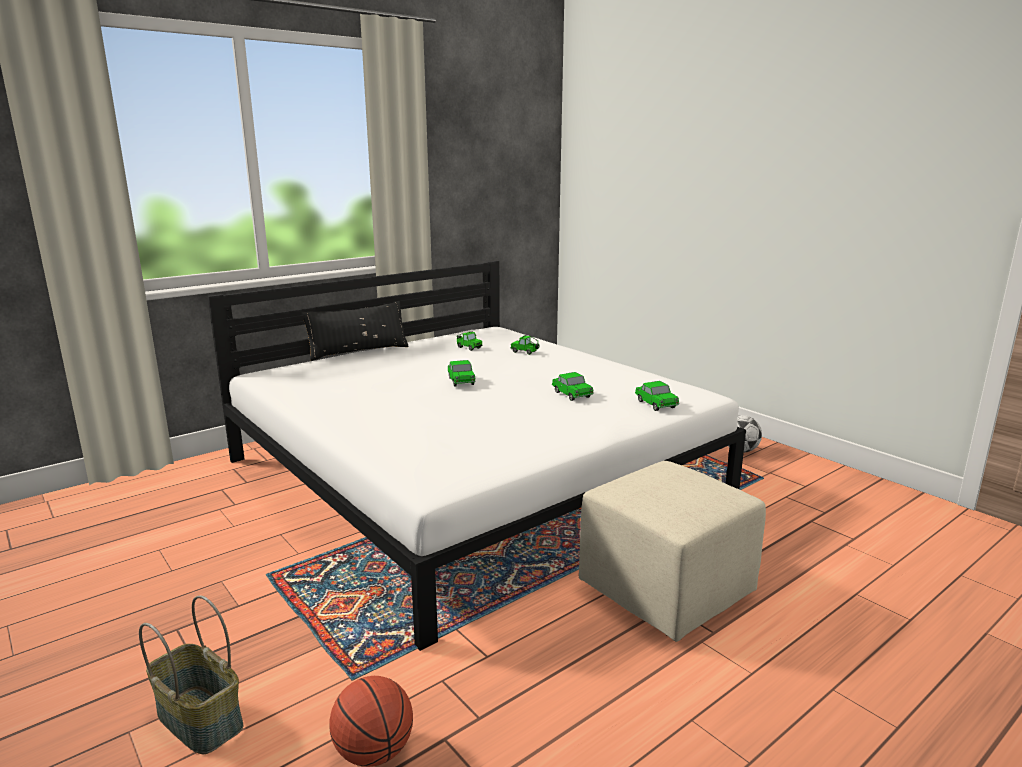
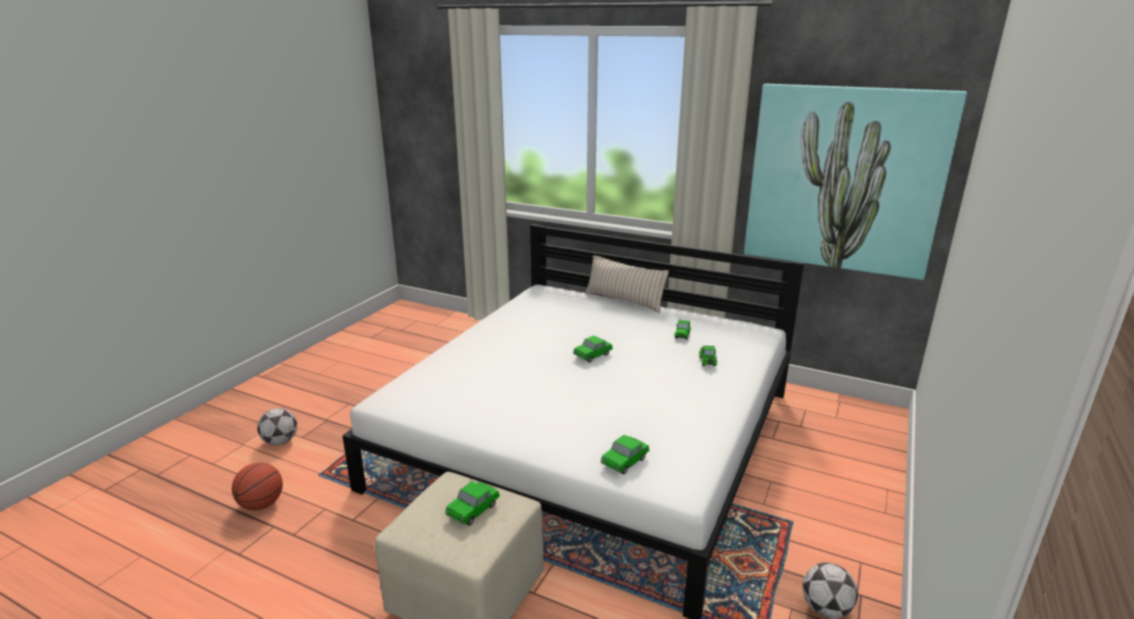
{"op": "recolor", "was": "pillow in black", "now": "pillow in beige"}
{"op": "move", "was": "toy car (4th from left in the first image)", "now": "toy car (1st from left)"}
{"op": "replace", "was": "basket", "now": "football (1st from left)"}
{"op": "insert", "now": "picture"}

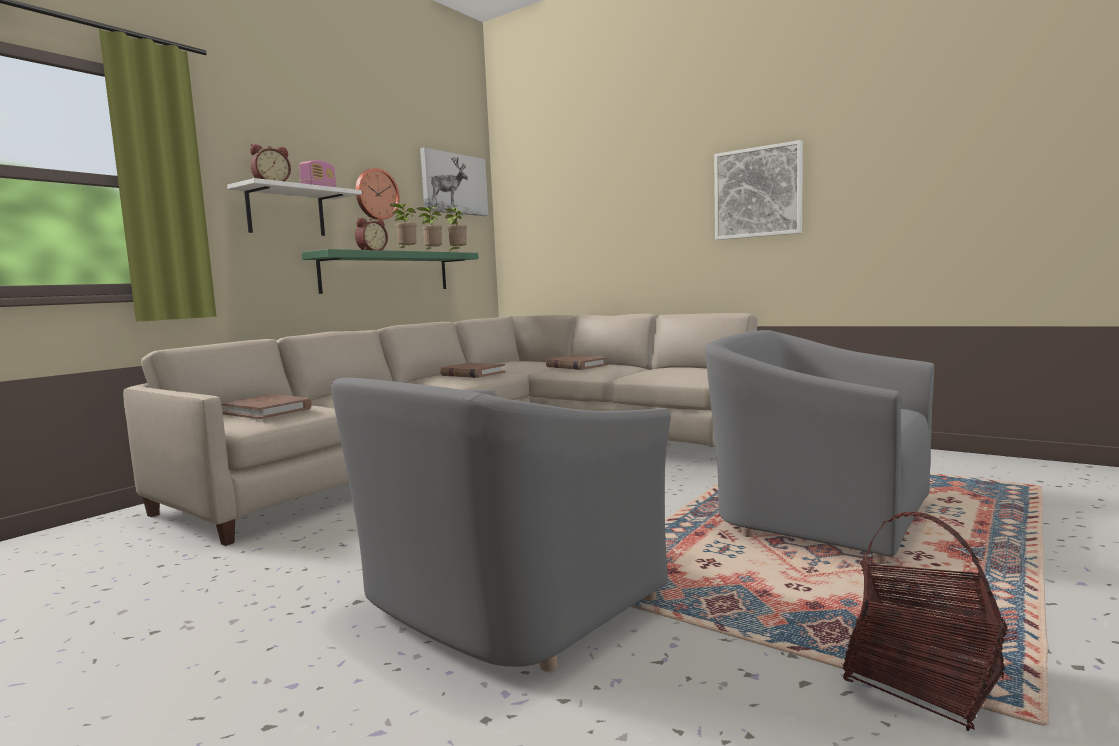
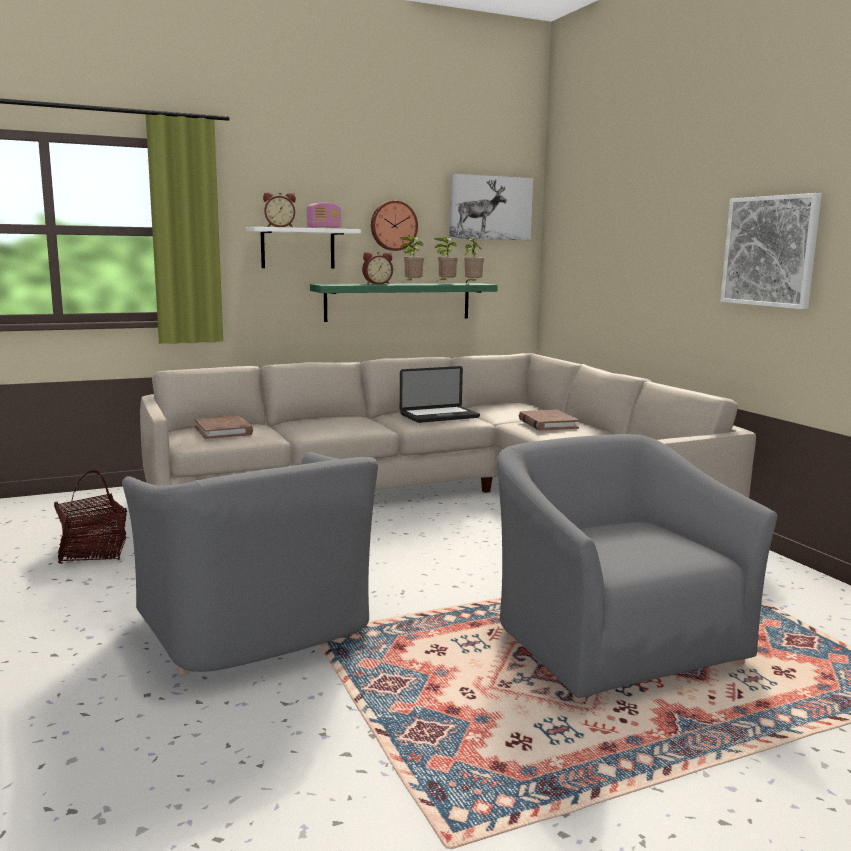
{"op": "replace", "was": "book in brown (2nd from left)", "now": "laptop"}
{"op": "rotate", "was": "armchair in grey (1st from left)", "clockwise": -105}
{"op": "move", "was": "basket"}

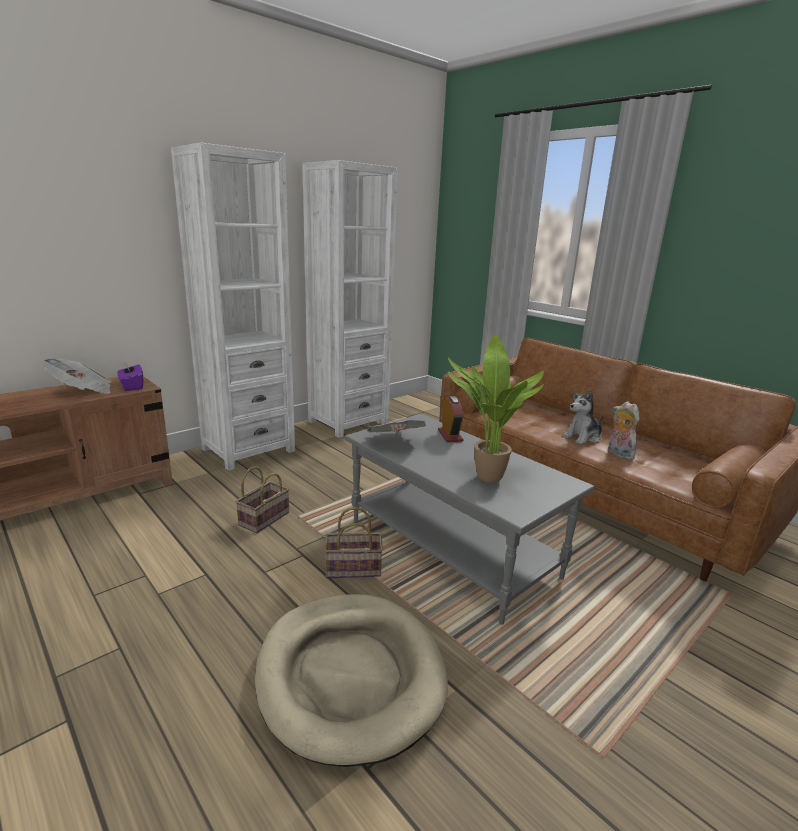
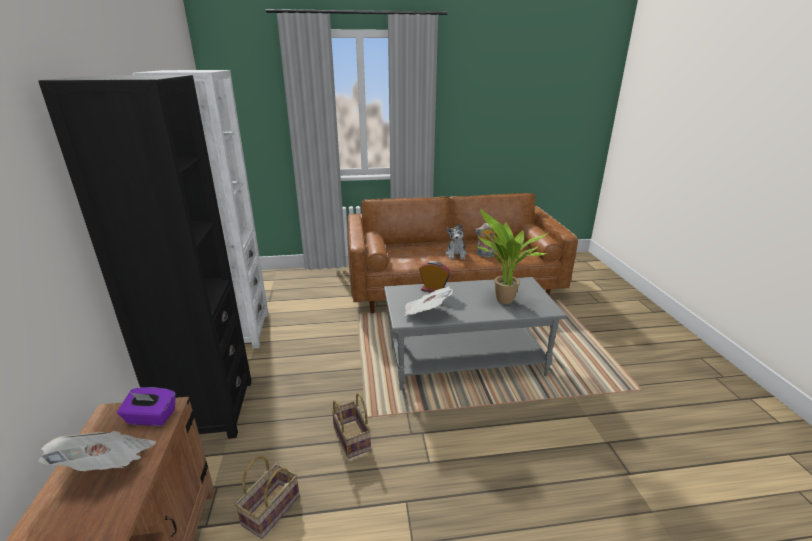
{"op": "recolor", "was": "bookcase in white (1st from left)", "now": "bookcase in black"}
{"op": "move", "was": "basket (2nd from left in the first image)", "now": "basket (1st from left)"}
{"op": "delete", "was": "dog bed in beige"}

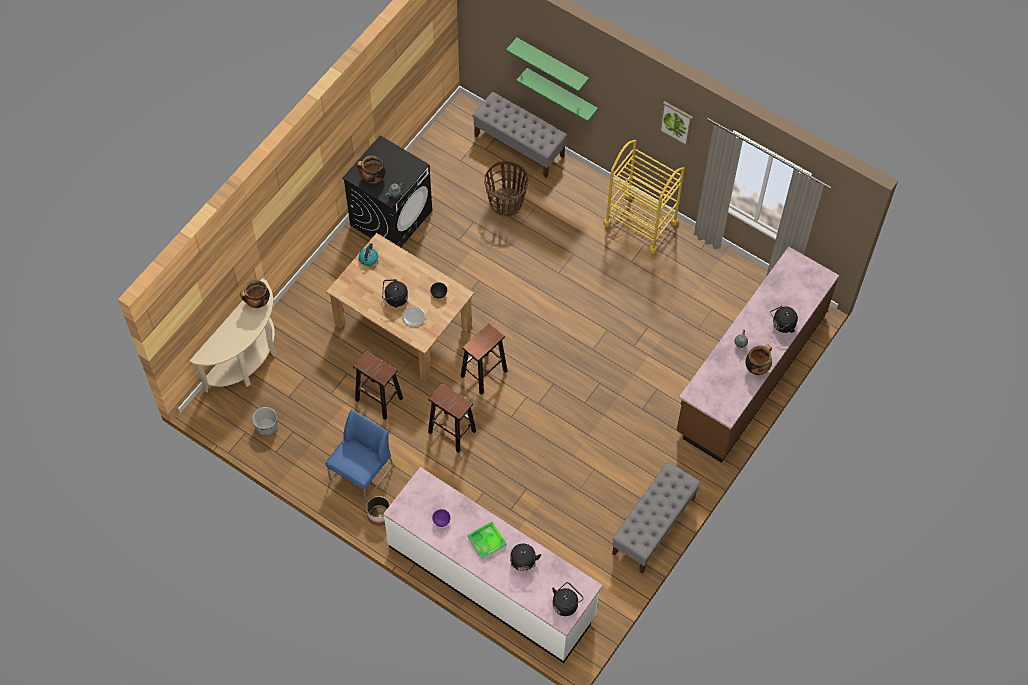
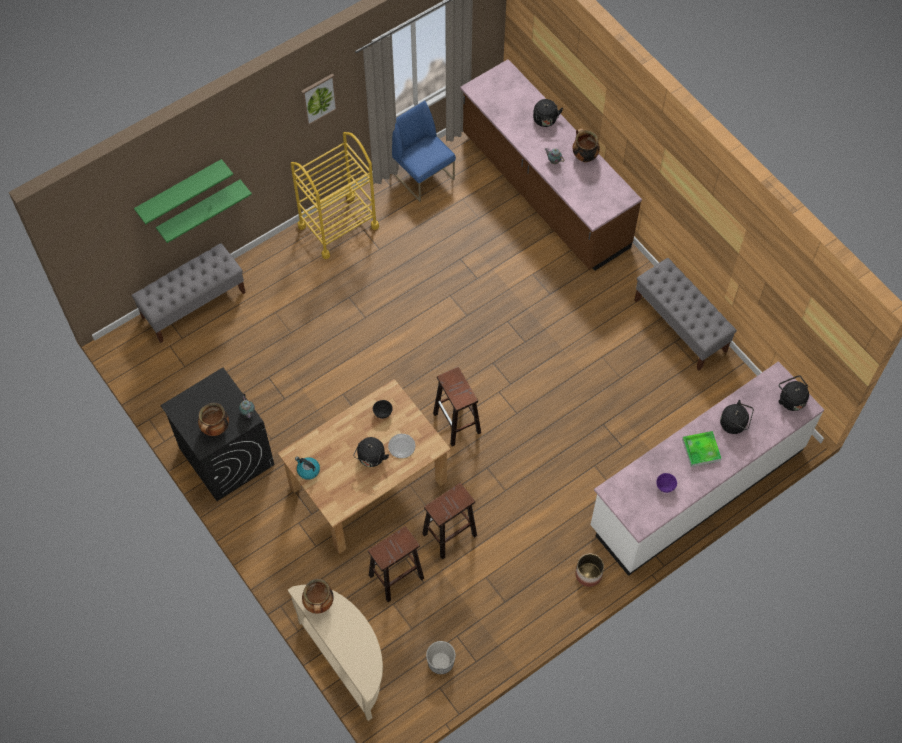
{"op": "delete", "was": "basket"}
{"op": "move", "was": "stool in brown (2nd from left in the first image)", "now": "stool in brown (1st from left)"}
{"op": "move", "was": "chair in blue"}

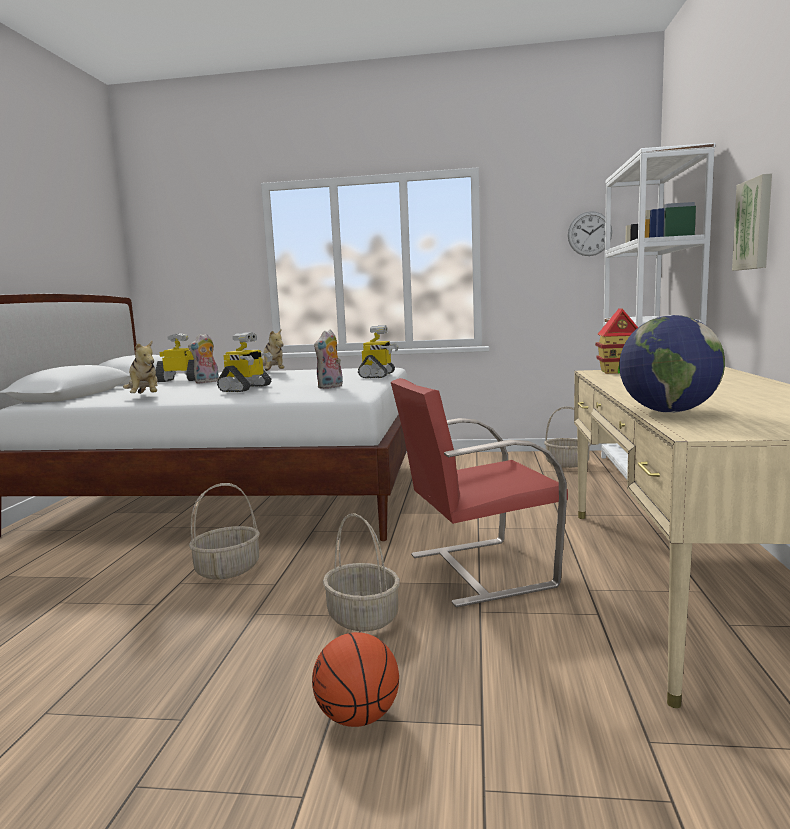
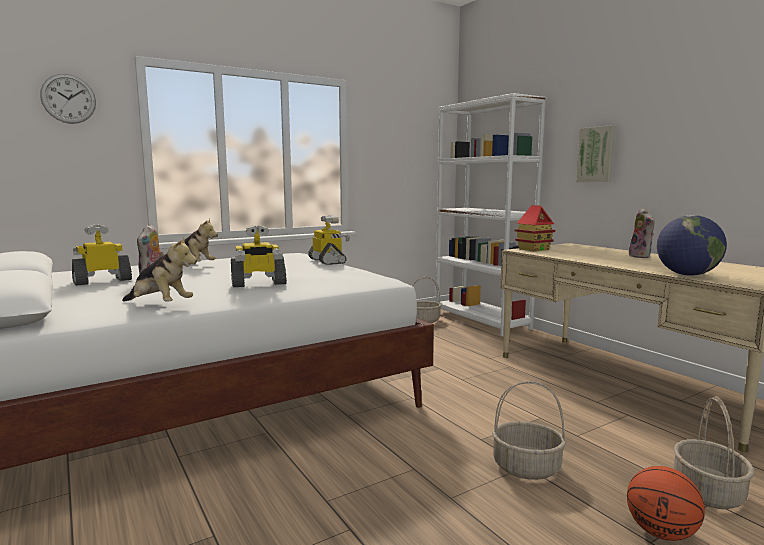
{"op": "move", "was": "wall clock"}
{"op": "move", "was": "plush toy (4th from left)"}
{"op": "rotate", "was": "toy robot (2nd from left)", "clockwise": 90}
{"op": "delete", "was": "chair in red"}
{"op": "move", "was": "basket (1st from left in the first image)", "now": "basket (3rd from left)"}

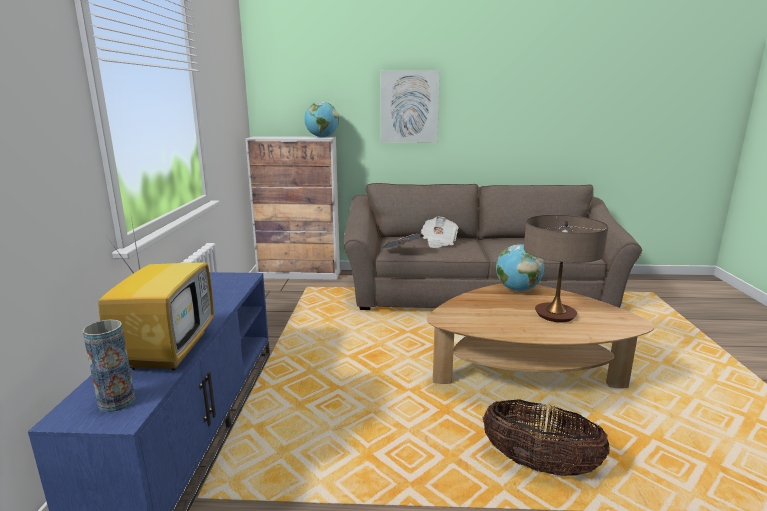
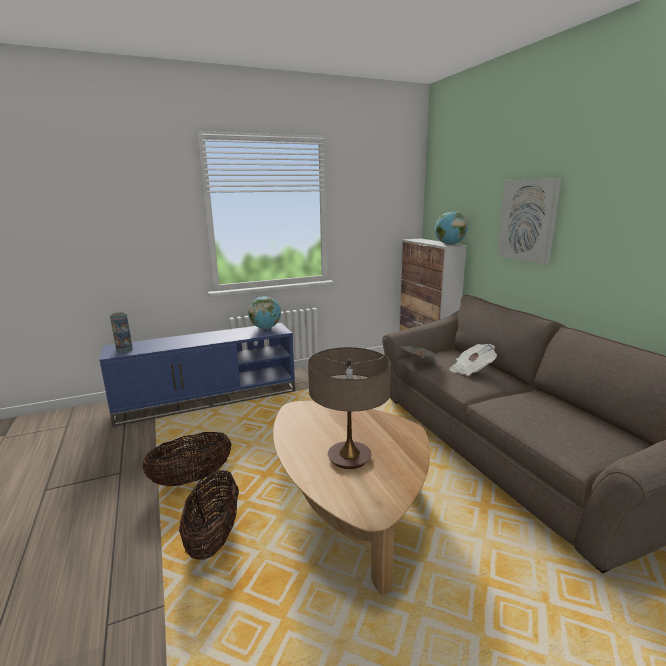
{"op": "delete", "was": "television"}
{"op": "move", "was": "globe (2nd from left in the first image)", "now": "globe (1st from left)"}
{"op": "insert", "now": "basket (1st from left)"}

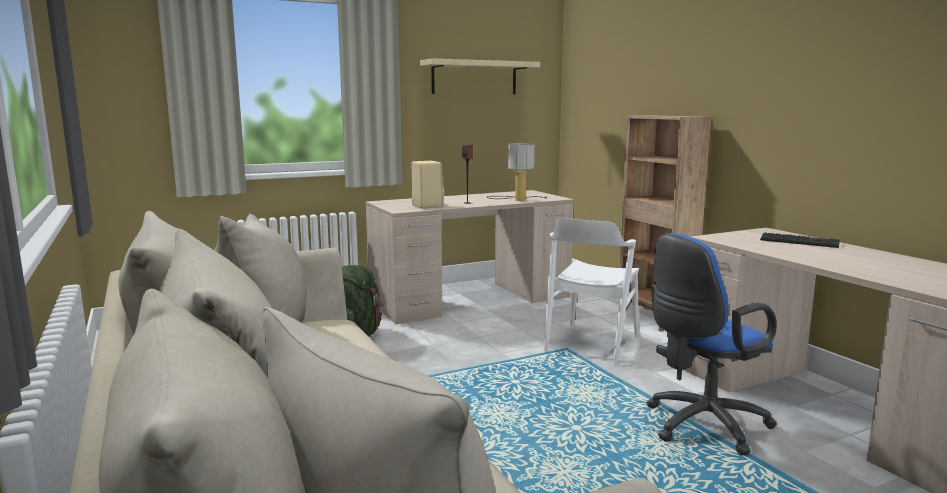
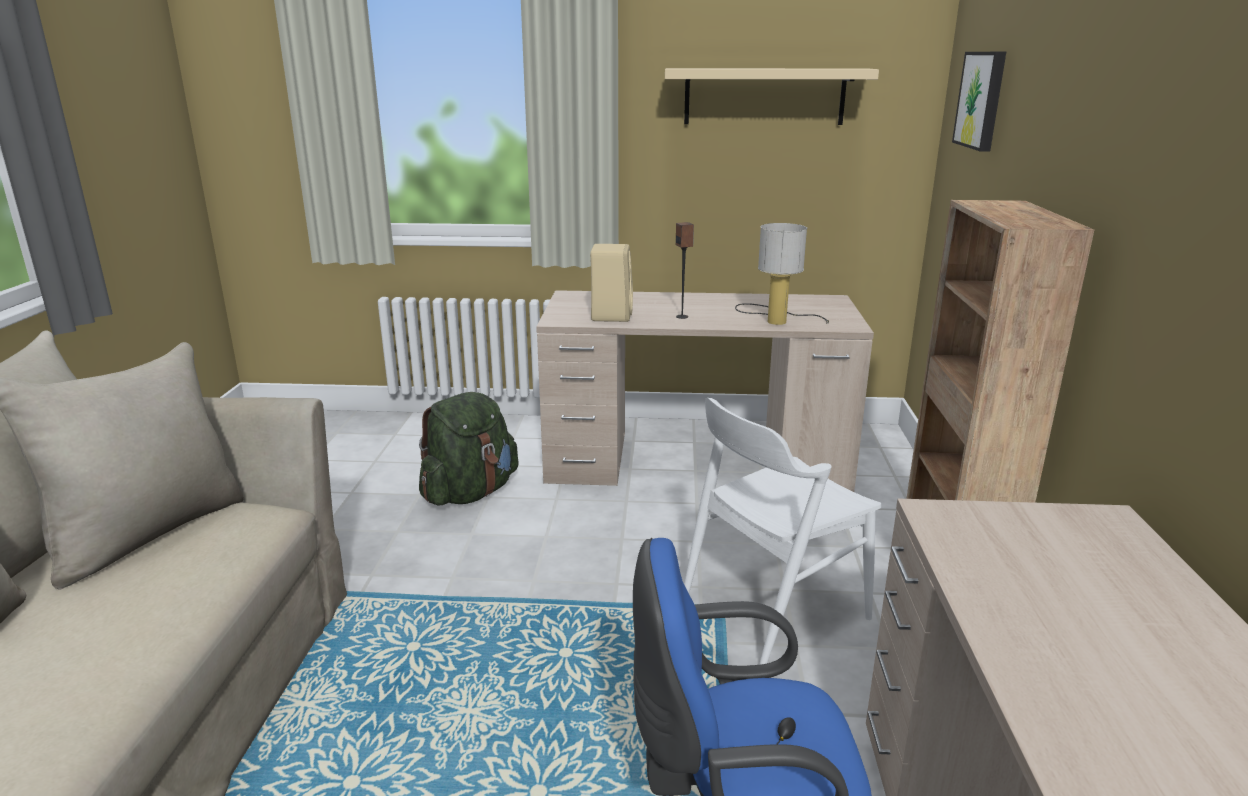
{"op": "delete", "was": "keyboard"}
{"op": "insert", "now": "picture"}

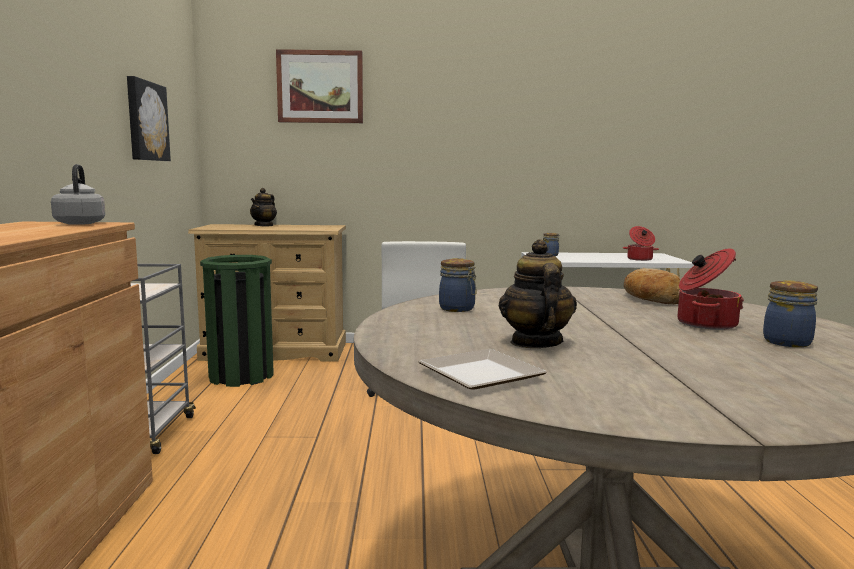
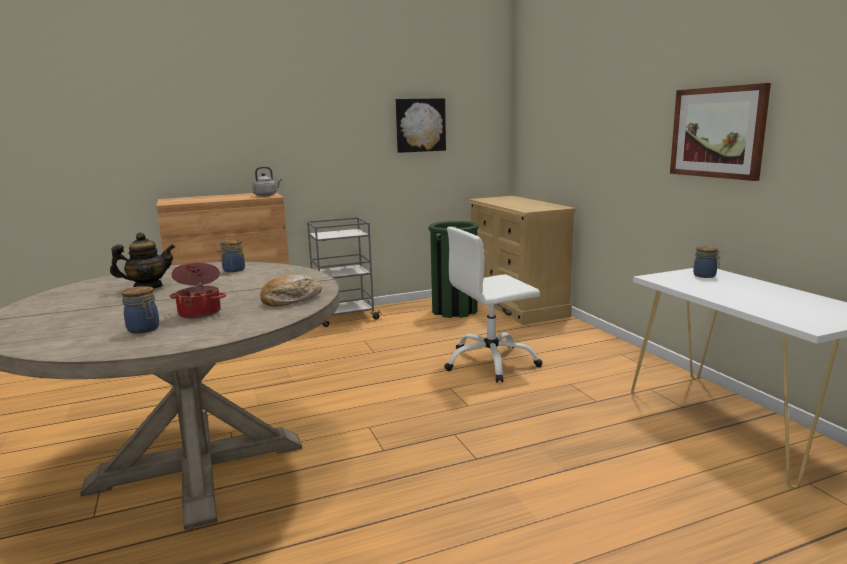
{"op": "move", "was": "picture (2nd from left)"}
{"op": "delete", "was": "teapot (1st from left)"}
{"op": "delete", "was": "cooking pot (1st from left)"}
{"op": "delete", "was": "plate"}

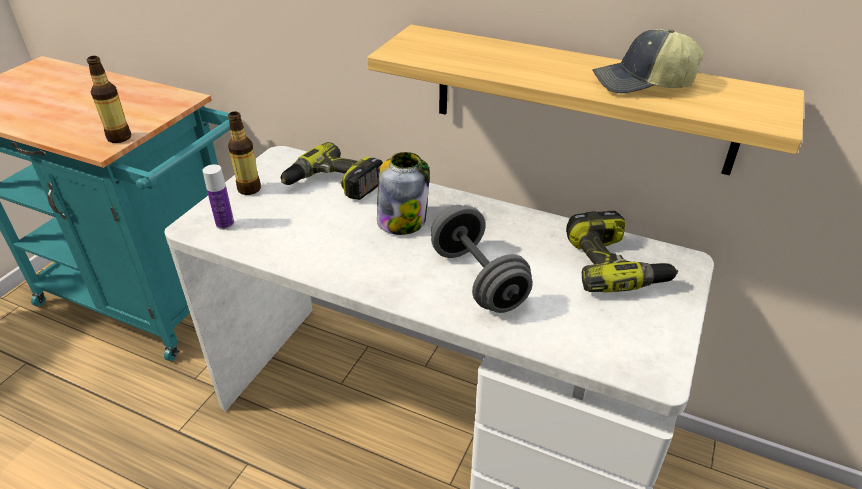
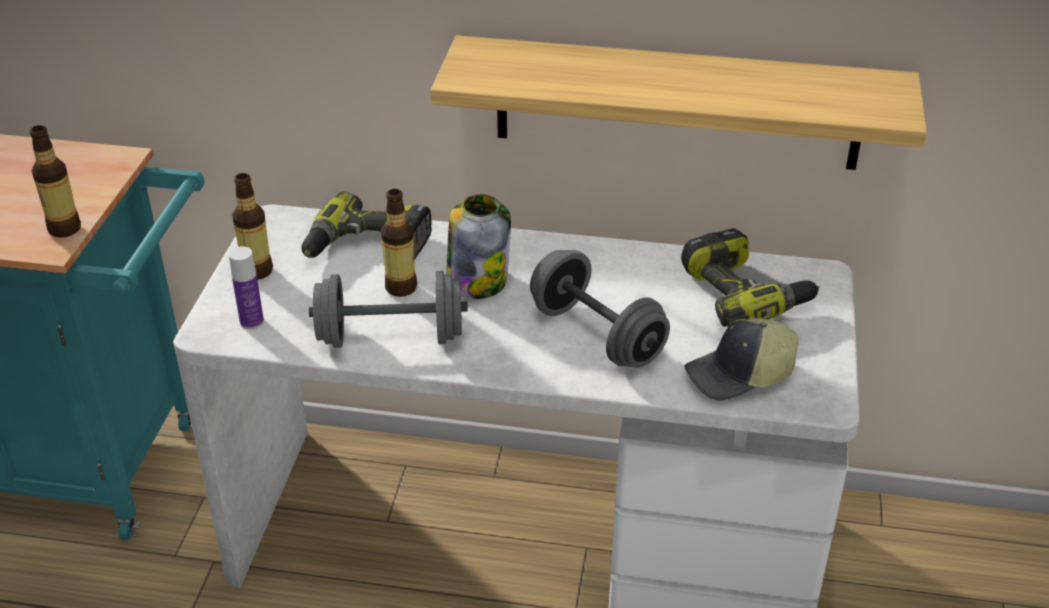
{"op": "move", "was": "cap"}
{"op": "insert", "now": "bottle (4th from left)"}
{"op": "insert", "now": "dumbbell in grey (1st from left)"}

